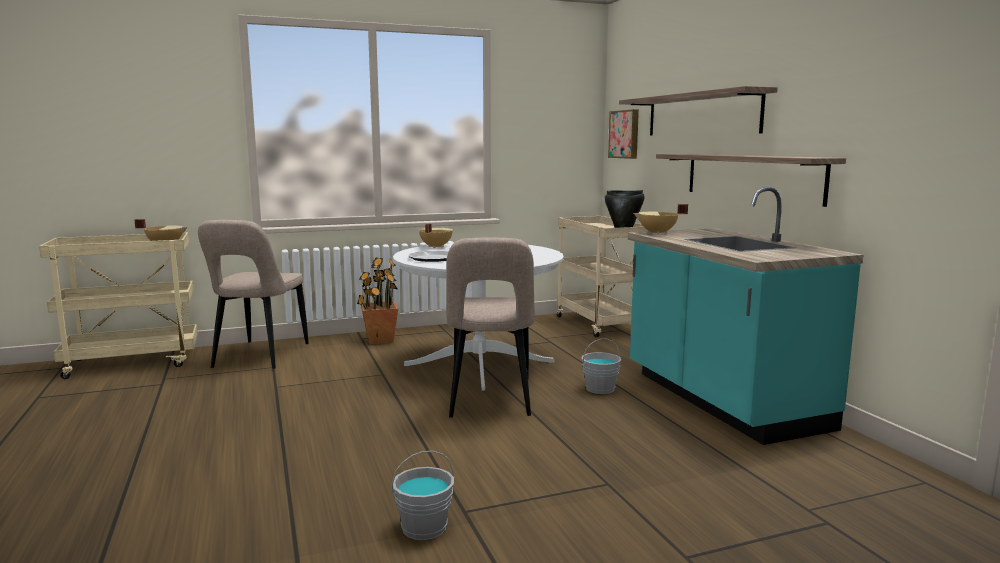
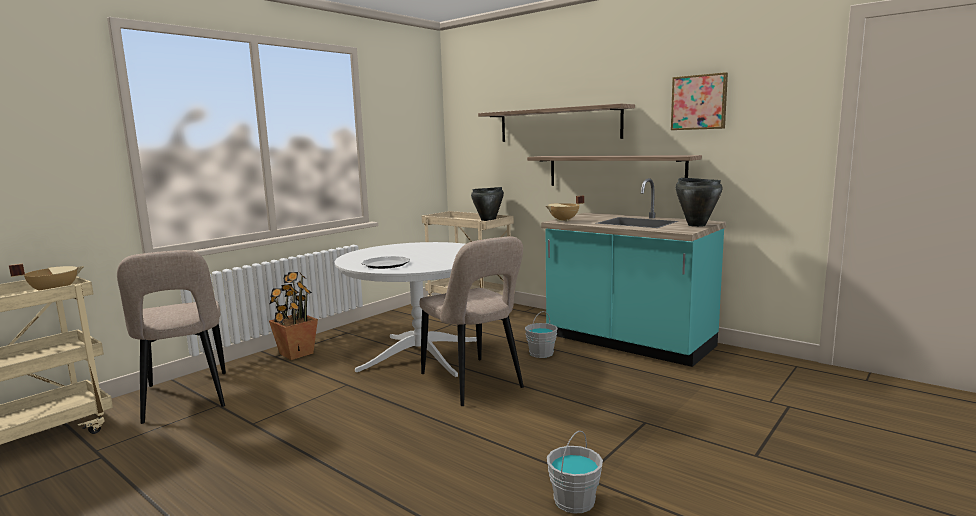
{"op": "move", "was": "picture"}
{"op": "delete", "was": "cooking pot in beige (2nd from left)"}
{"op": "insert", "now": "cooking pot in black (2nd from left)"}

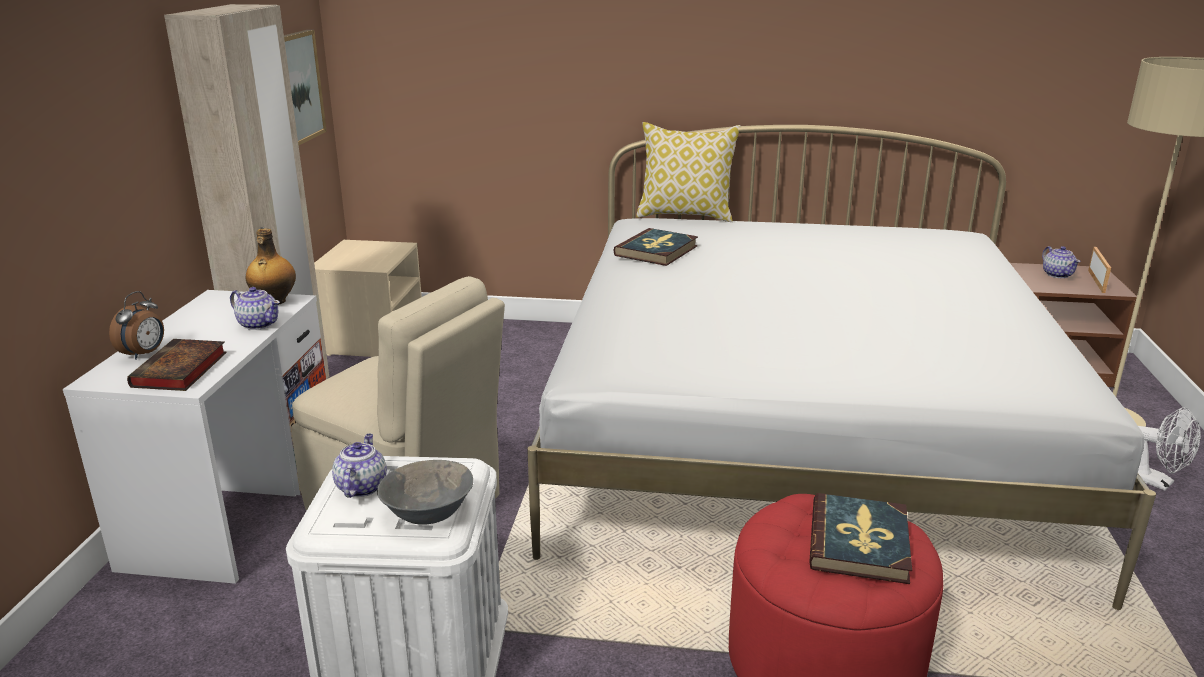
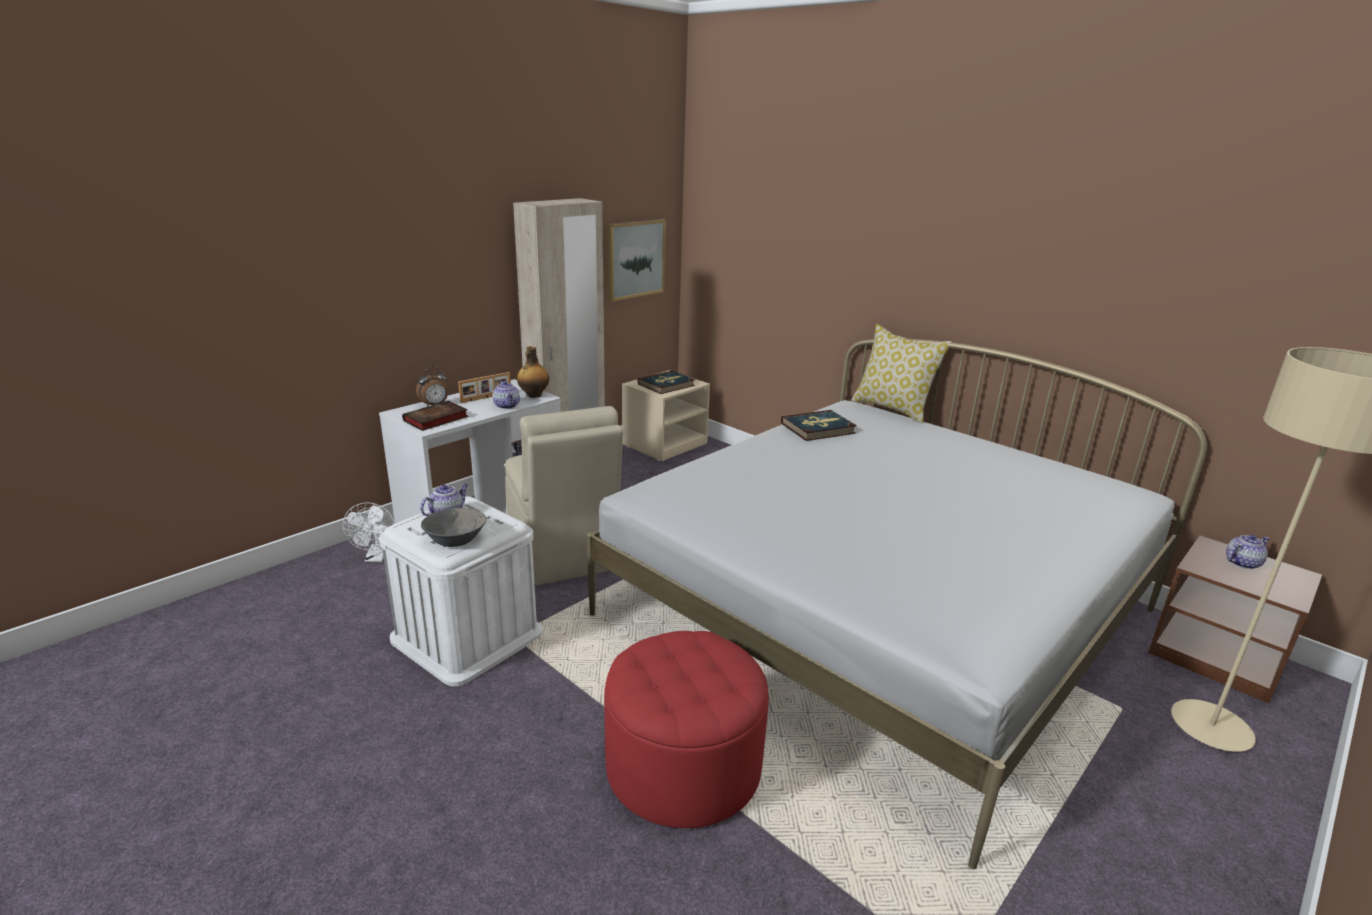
{"op": "rotate", "was": "teapot (3rd from left)", "clockwise": -135}
{"op": "move", "was": "picture frame"}
{"op": "move", "was": "fan in white"}
{"op": "move", "was": "book (3rd from left in the first image)", "now": "book (2nd from left)"}

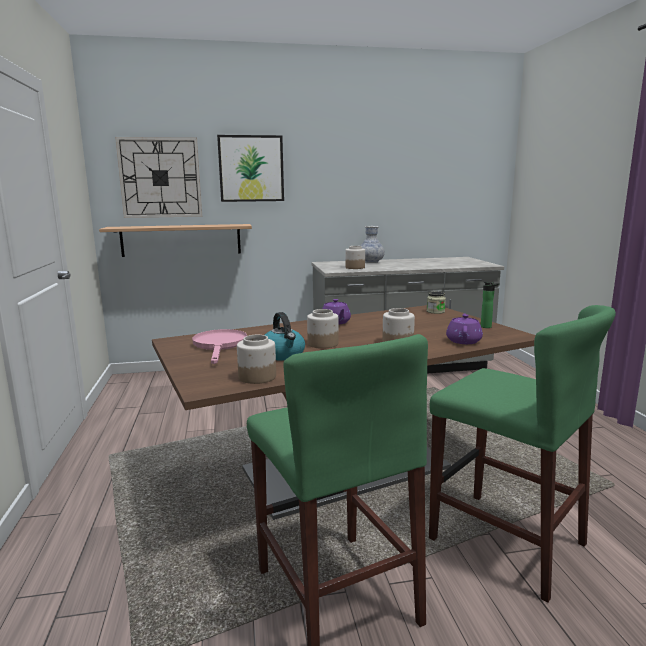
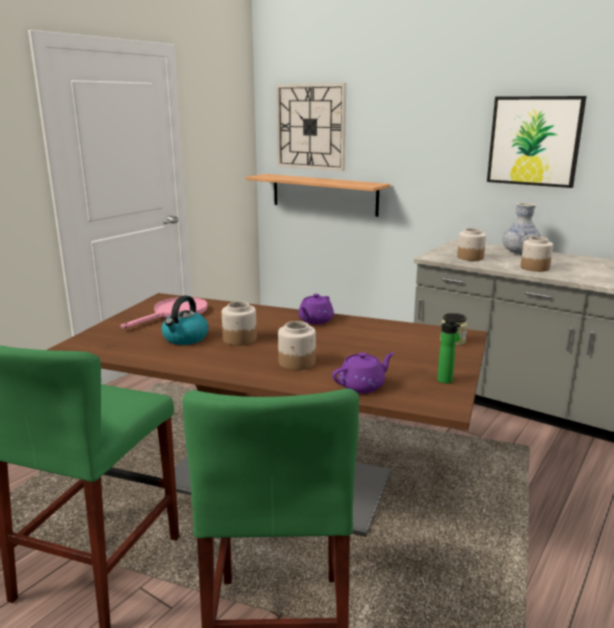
{"op": "move", "was": "picture"}
{"op": "move", "was": "jar (1st from left in the first image)", "now": "jar (5th from left)"}

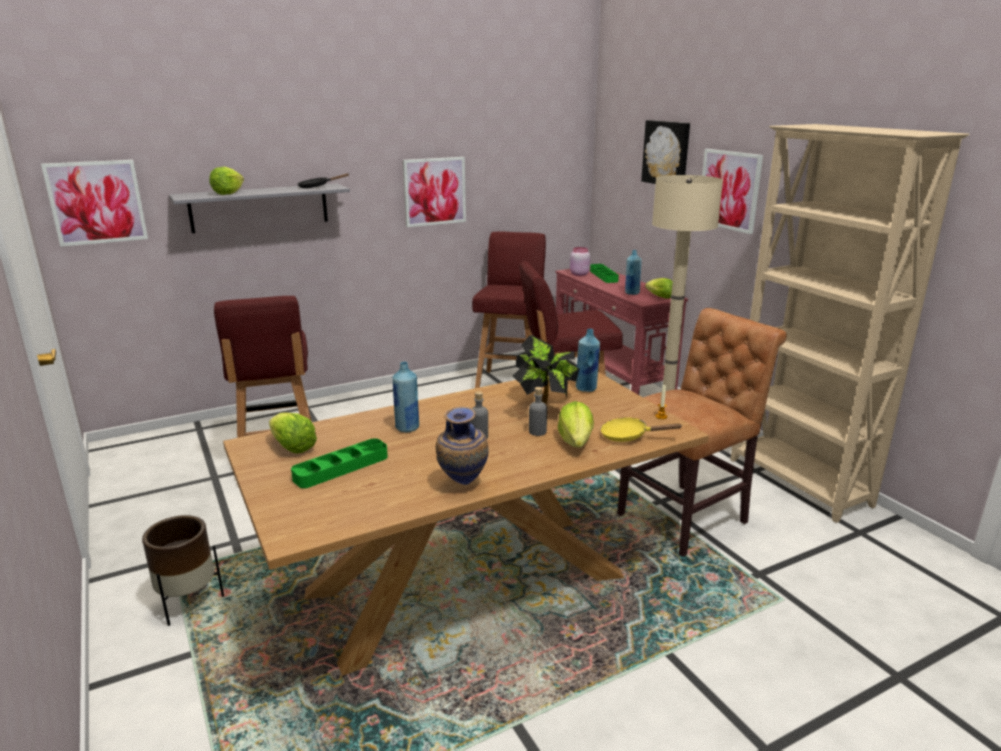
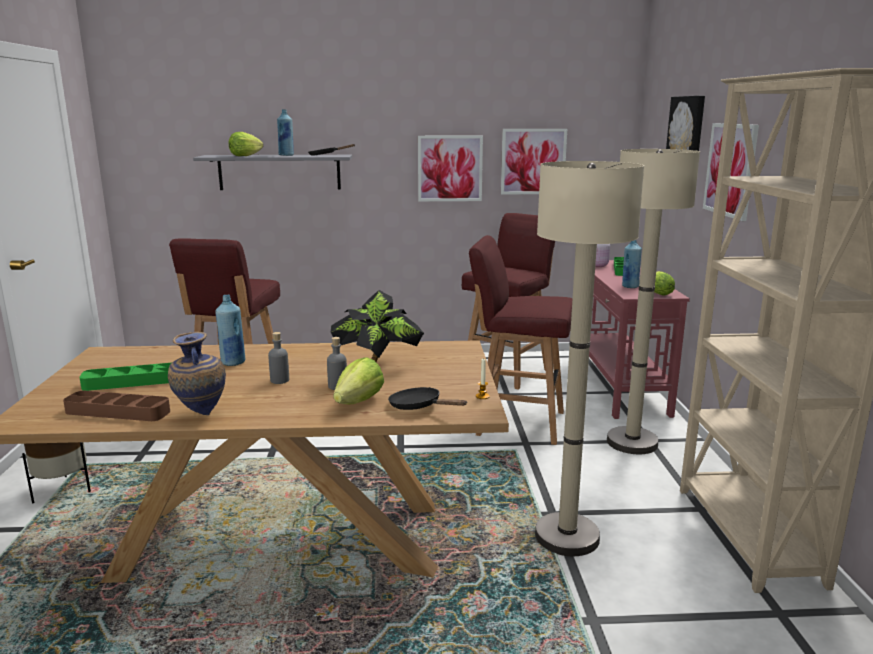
{"op": "move", "was": "picture (1st from left in the first image)", "now": "picture (2nd from left)"}
{"op": "replace", "was": "chair in brown", "now": "floor lamp in beige (1st from left)"}
{"op": "move", "was": "bottle in blue (2nd from left)"}
{"op": "delete", "was": "lettuce (2nd from left)"}
{"op": "recolor", "was": "frying pan in yellow", "now": "frying pan in black (2nd from left)"}
{"op": "insert", "now": "tray in brown"}

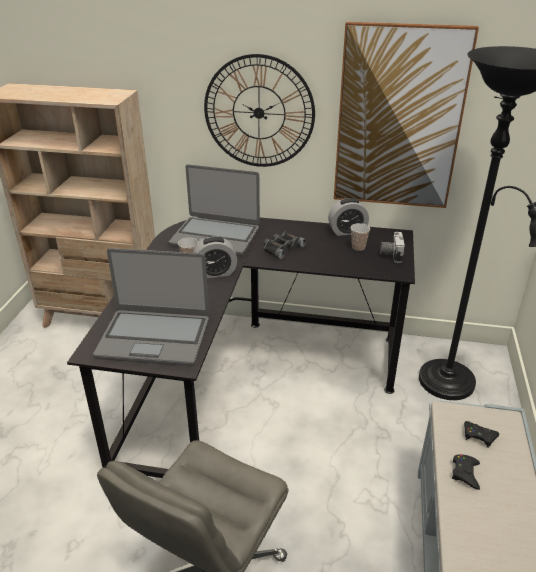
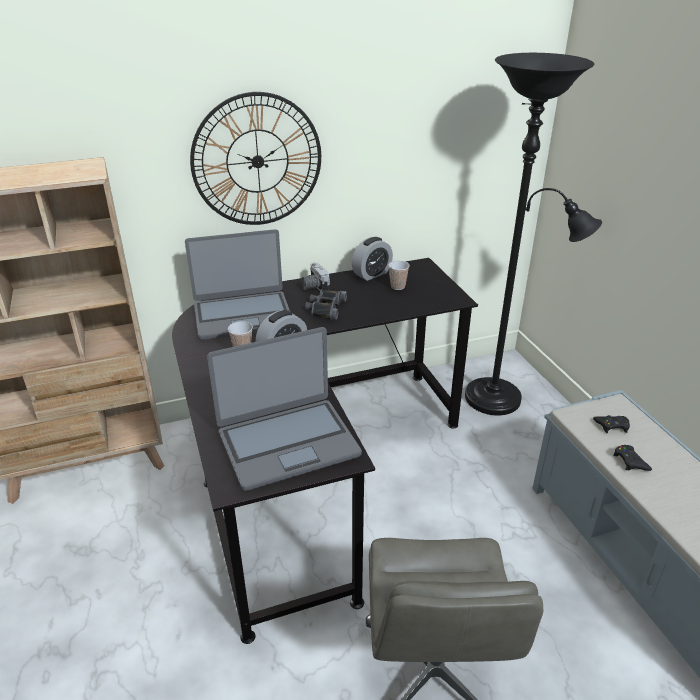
{"op": "delete", "was": "picture"}
{"op": "move", "was": "photo camera"}

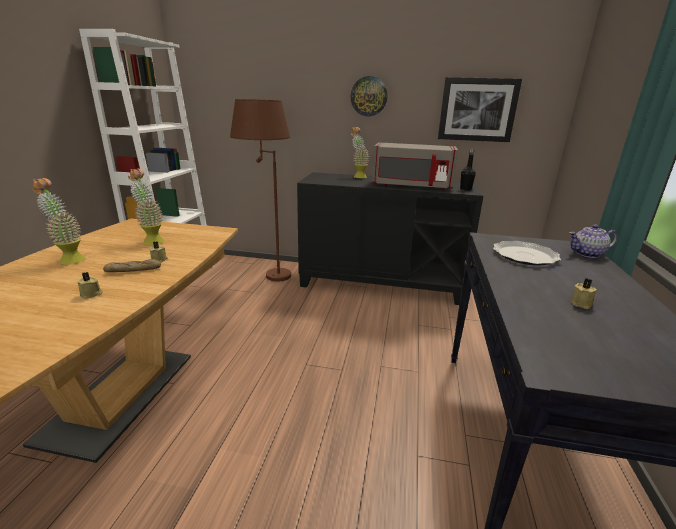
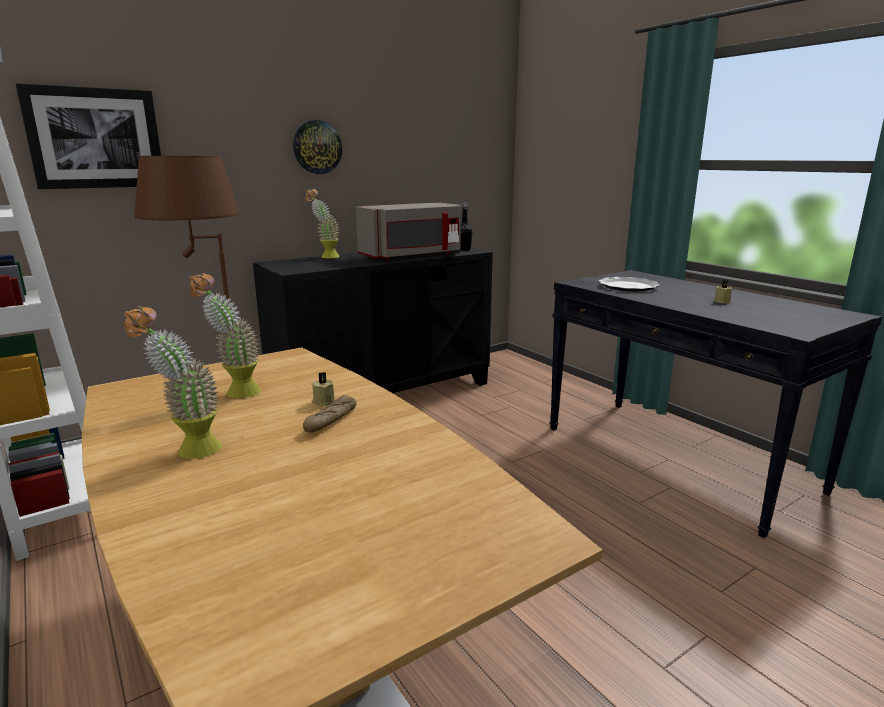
{"op": "move", "was": "picture"}
{"op": "delete", "was": "teapot"}
{"op": "delete", "was": "candle in beige (1st from left)"}

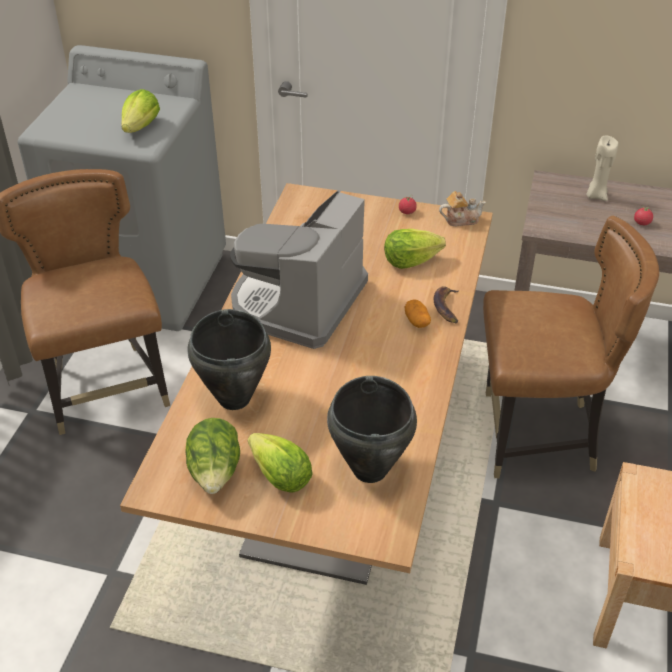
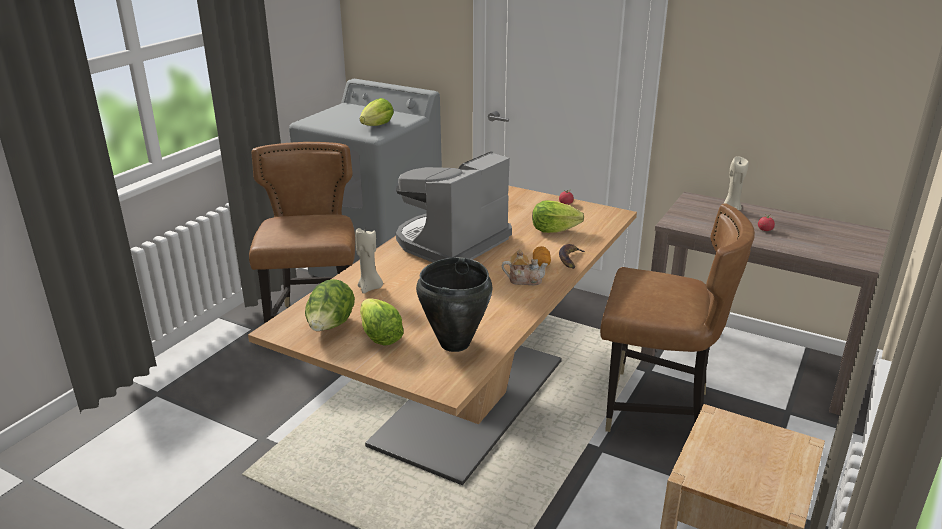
{"op": "move", "was": "teapot"}
{"op": "replace", "was": "cooking pot in black (1st from left)", "now": "candle in beige (1st from left)"}

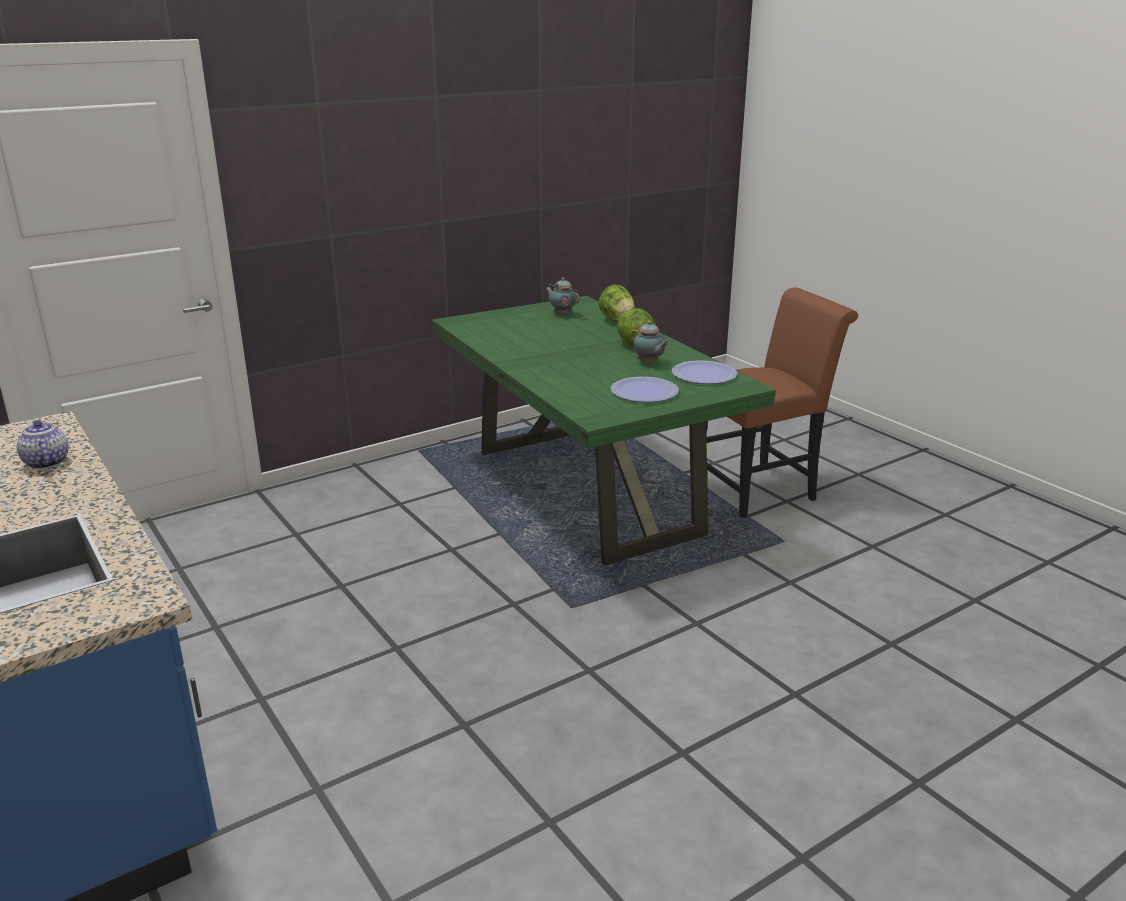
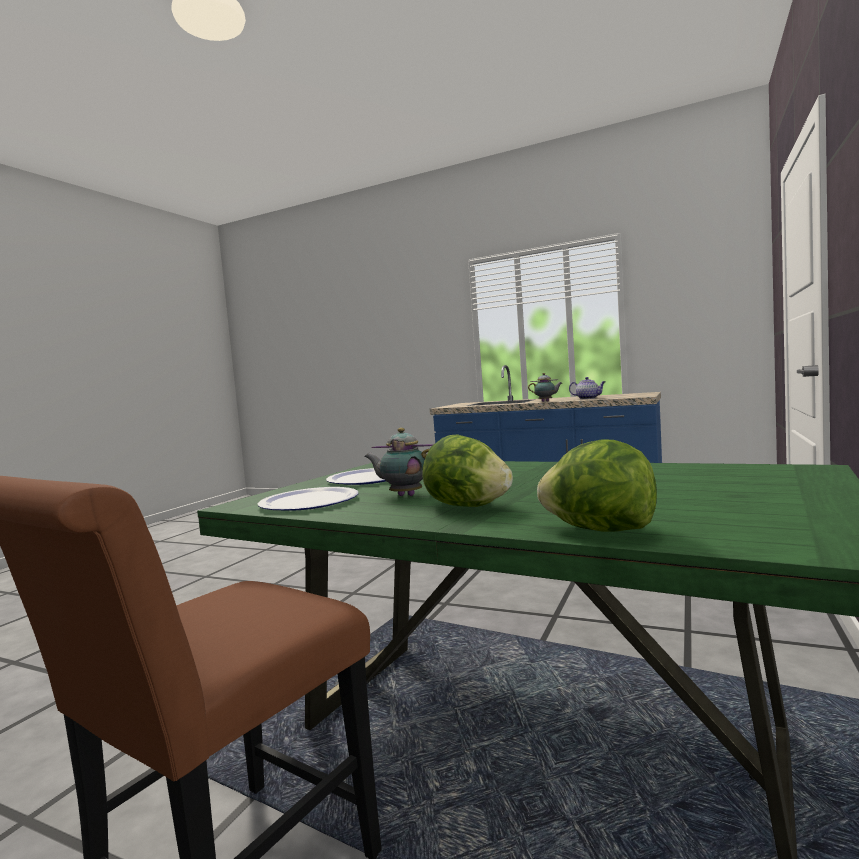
{"op": "move", "was": "teapot (2nd from left)"}

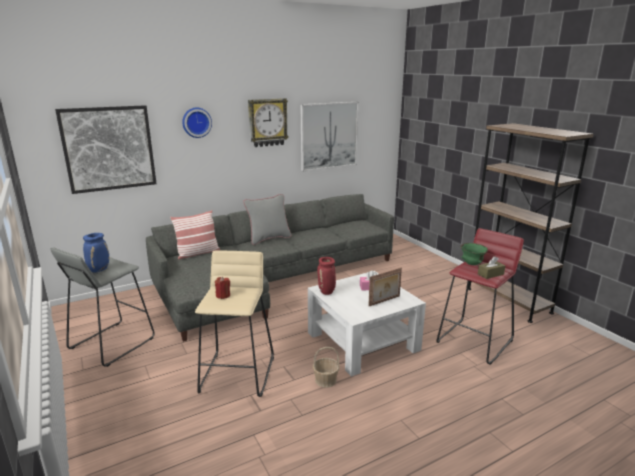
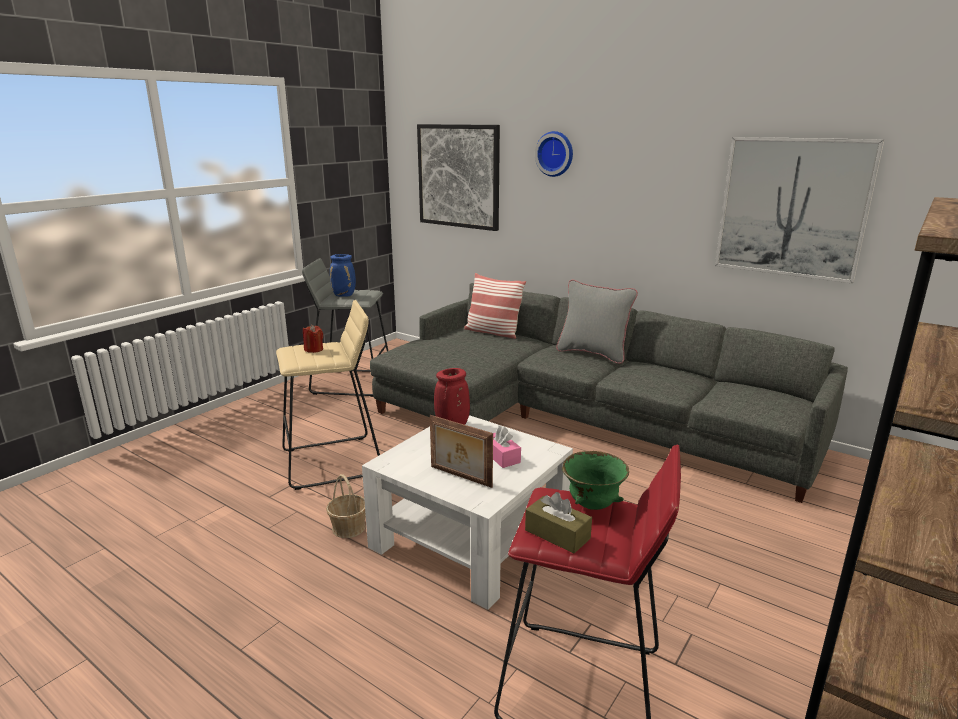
{"op": "delete", "was": "wall clock (2nd from left)"}

